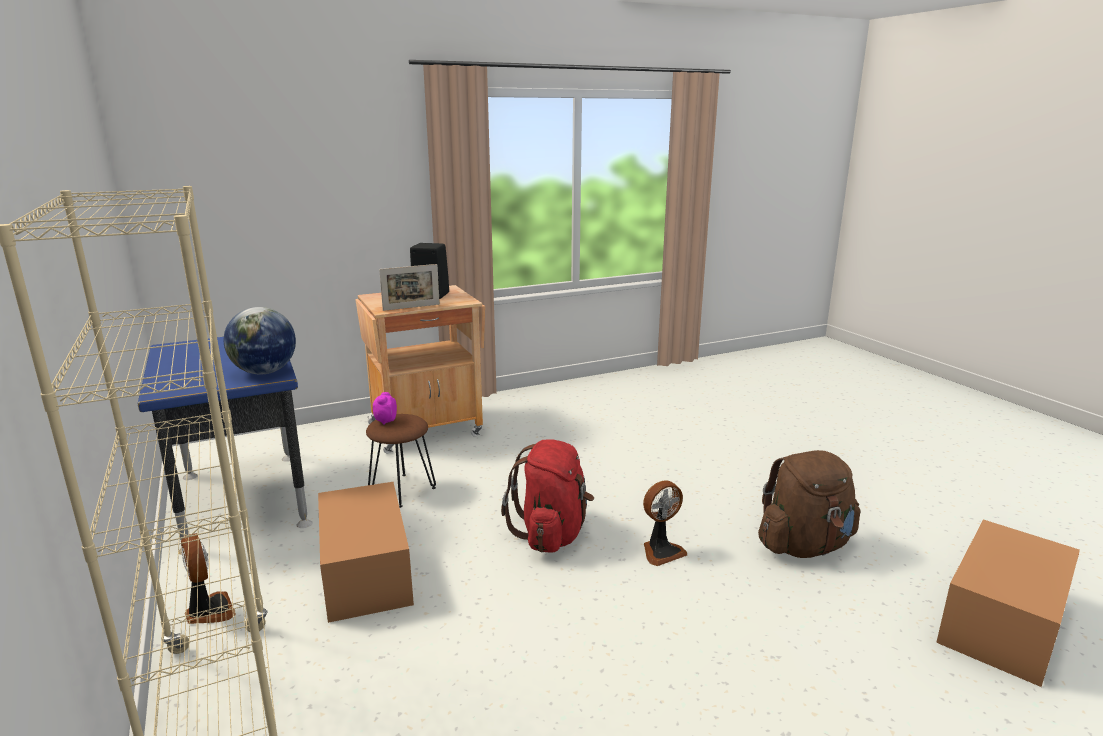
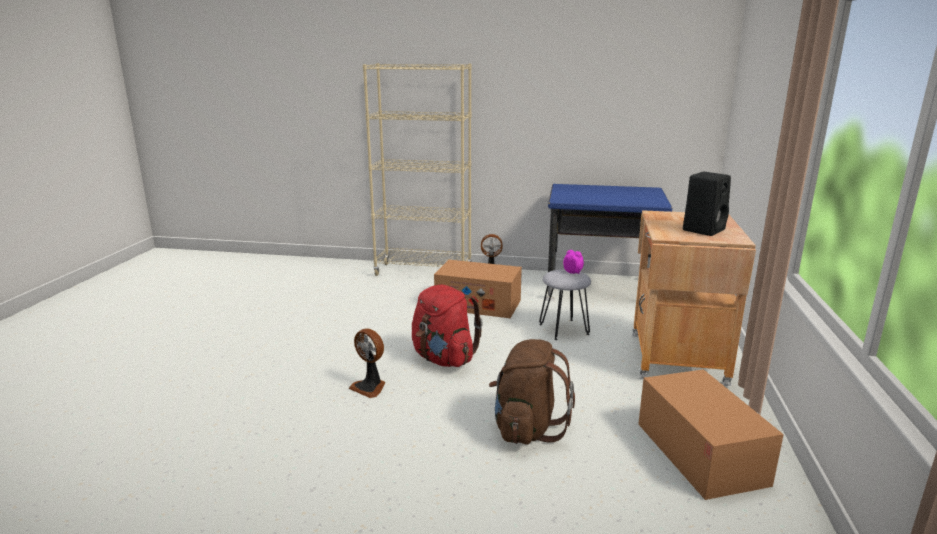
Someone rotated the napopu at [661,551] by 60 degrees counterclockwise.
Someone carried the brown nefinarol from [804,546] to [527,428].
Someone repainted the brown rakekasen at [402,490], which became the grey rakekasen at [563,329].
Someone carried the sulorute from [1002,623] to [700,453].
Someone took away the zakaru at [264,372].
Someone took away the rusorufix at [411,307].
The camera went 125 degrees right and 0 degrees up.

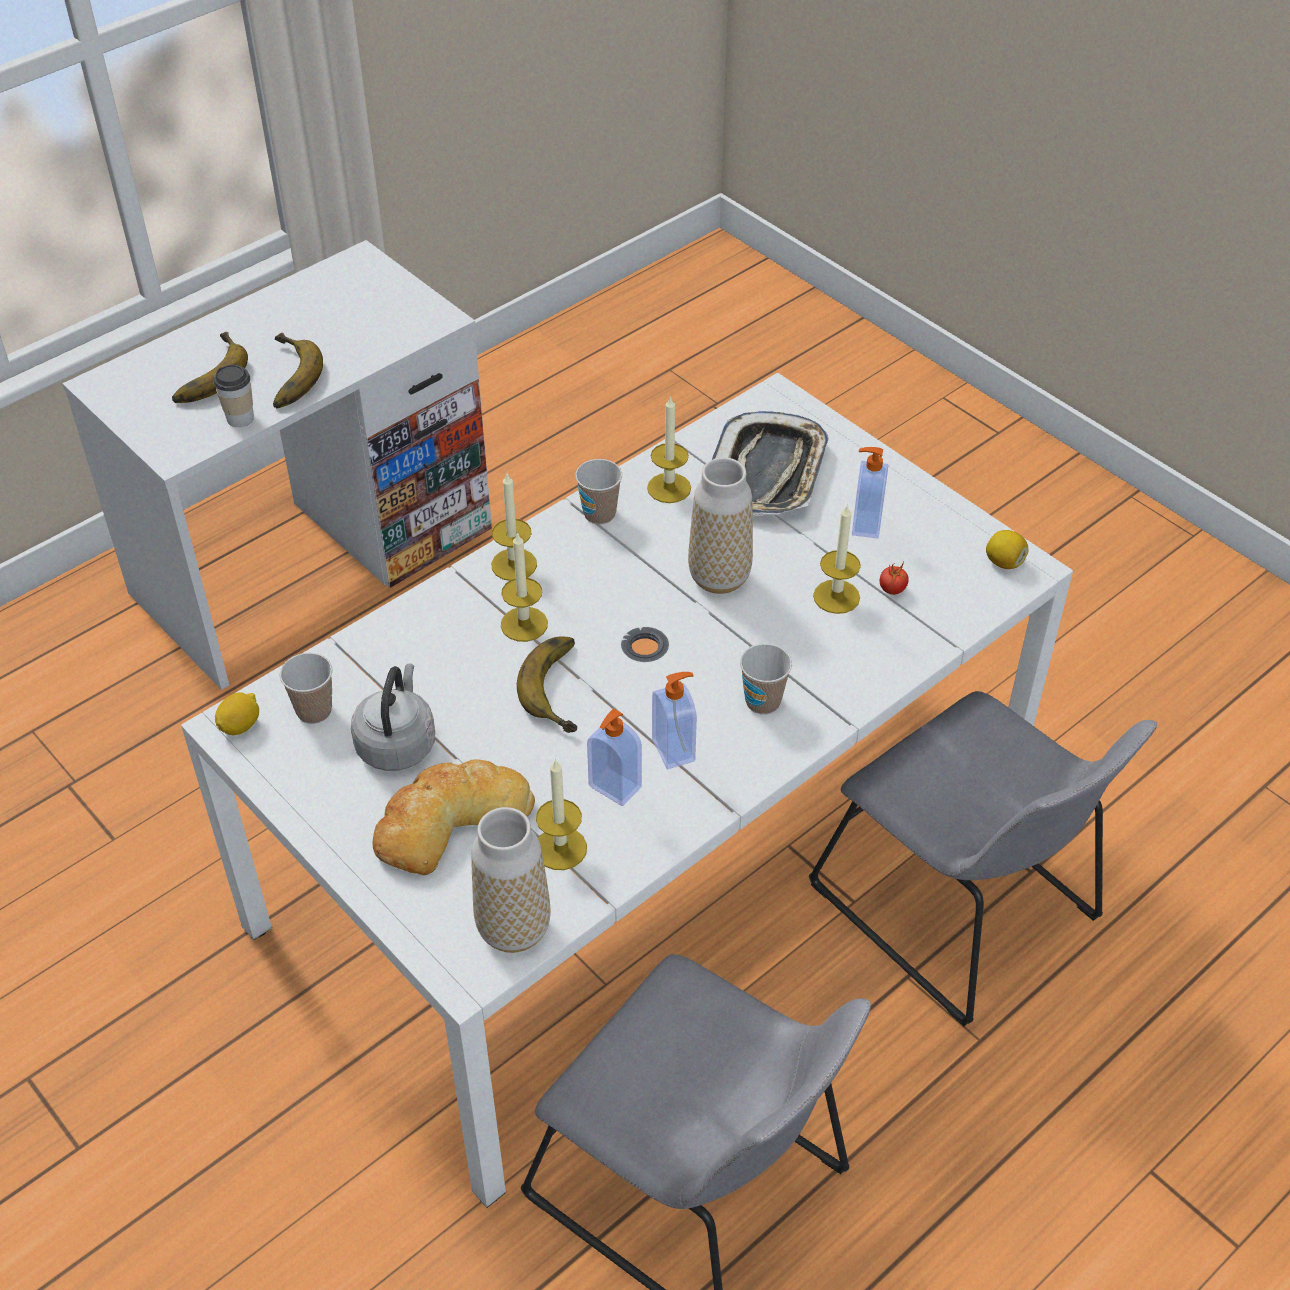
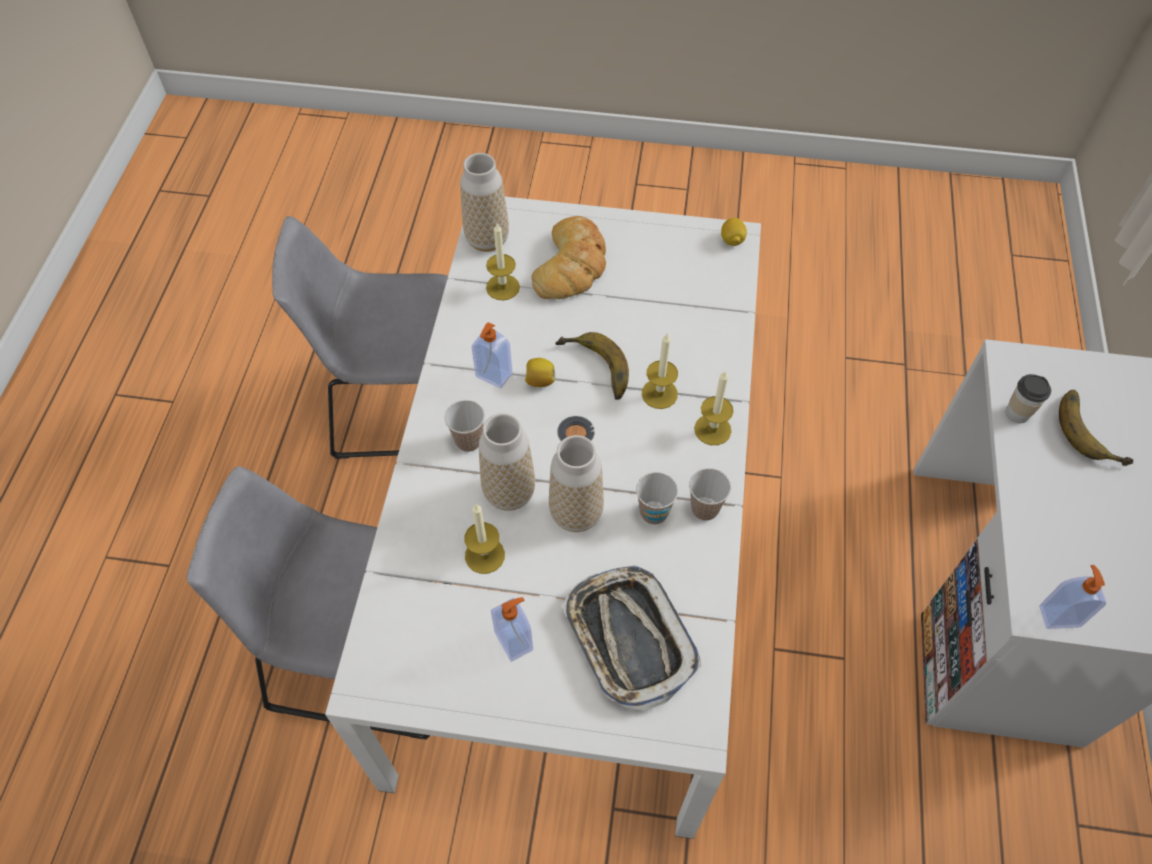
Someone put down the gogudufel at [509,493].
Someone carried the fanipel from [1004,562] to [539,380].
Someone carried the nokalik from [314,711] to [653,512].
Someone carried the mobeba from [614,788] to [1058,615].
Someone took away the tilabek at [285,377].
Someone took away the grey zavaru at [397,743].
Someone took away the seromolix at [669,488].
Someone took away the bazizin at [892,590].
The camera went 140 degrees right and 10 degrees up.

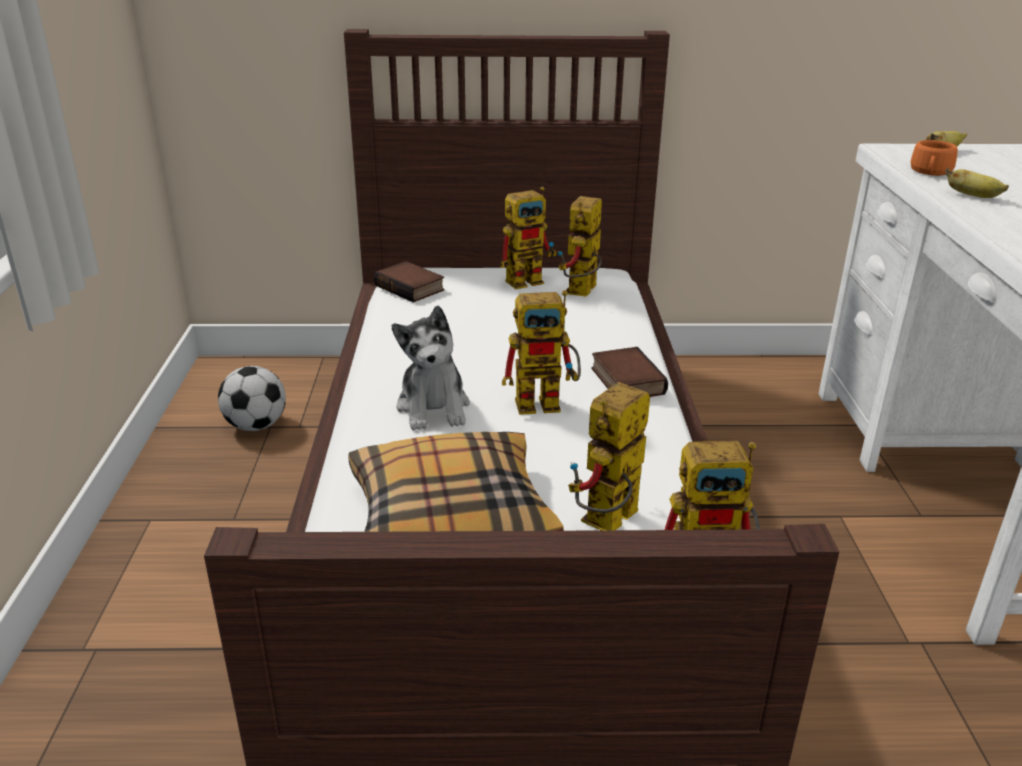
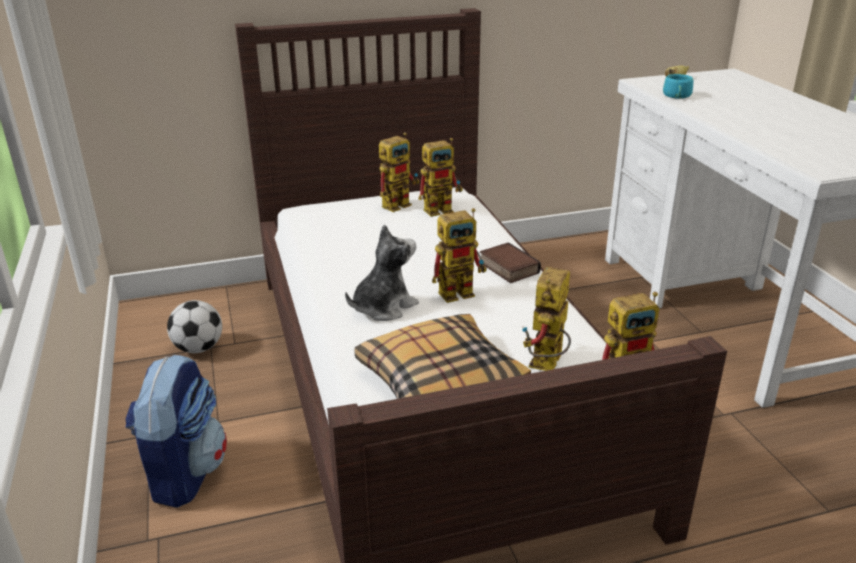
Someone put down the nefinarol at [184,473].
Someone rotated the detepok at [434,407] by 105 degrees counterclockwise.
Someone rotated the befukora at [582,293] by 120 degrees counterclockwise.
Someone repainted the orange nokalik at [930,172], which became the turquoise nokalik at [677,96].
Someone took away the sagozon at [411,288].
Someone took away the tilabek at [973,196].
The camera went 15 degrees left and 0 degrees up.

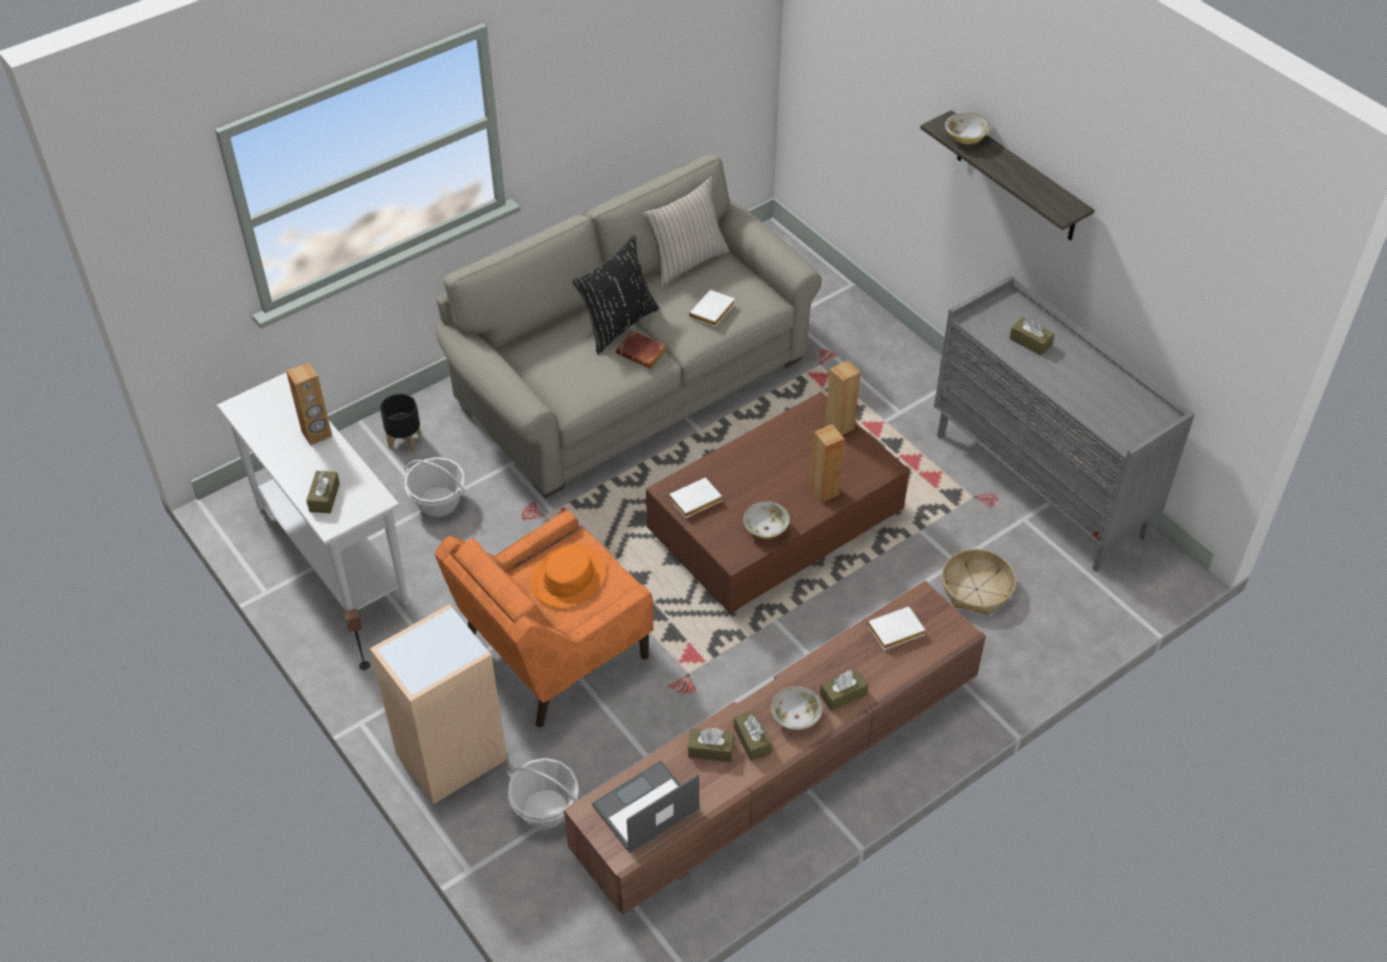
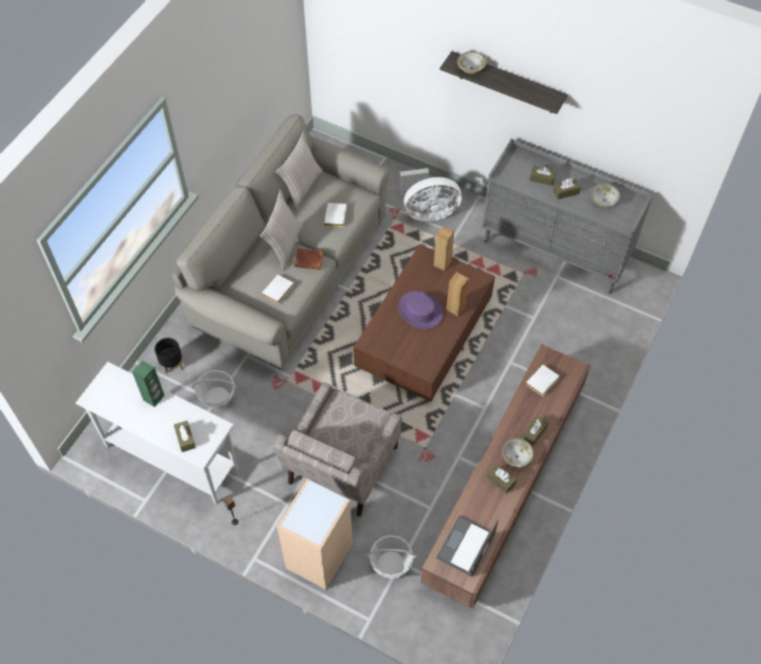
Someone repainted the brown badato at [317,434], which became the green badato at [154,398].
Someone repainted the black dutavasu at [617,325], which became the beige dutavasu at [283,246].
Someone carried the white sagozon from [695,502] to [278,292].
Someone repainted the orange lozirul at [554,652], which became the beige lozirul at [341,466].
Someone put down the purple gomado at [420,311].
Someone put down the white napopu at [427,212].
Someone carried the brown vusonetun from [711,750] to [566,192].
Someone carried the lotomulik from [766,529] to [603,201].
Someone took away the orange gomado at [568,577].
Someone took away the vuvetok at [976,589].
The camera went 25 degrees left and 10 degrees up.

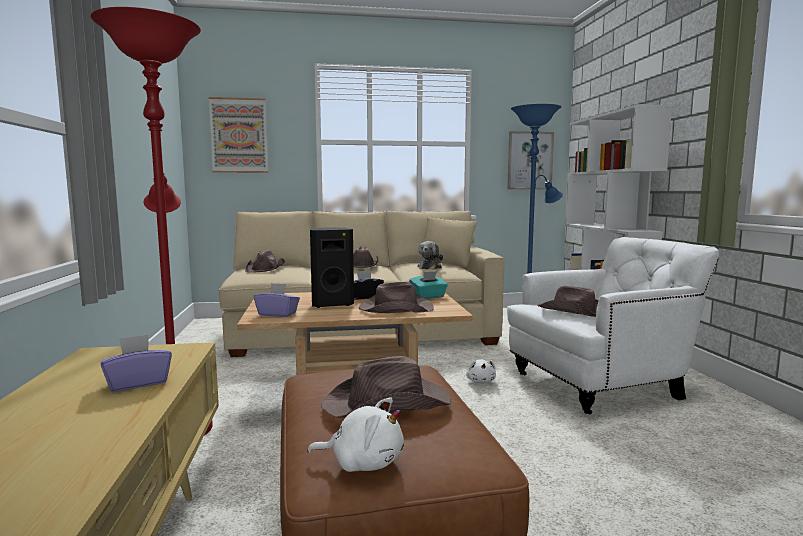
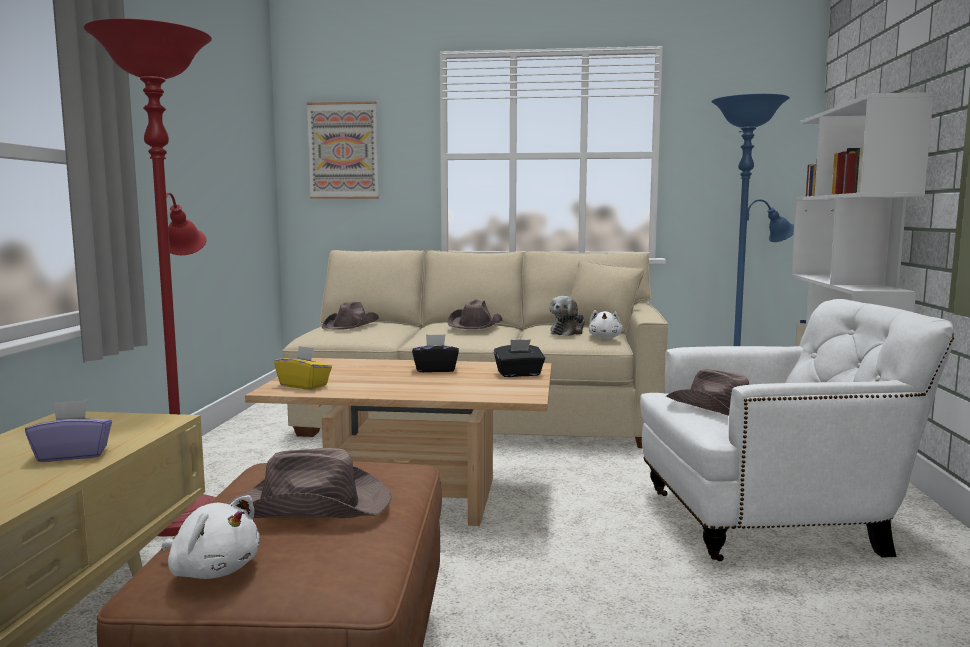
Someone repainted the purple vusonetun at [277,314], which became the yellow vusonetun at [304,385].
Someone repainted the turquoise vusonetun at [428,297], which became the black vusonetun at [519,374].
Someone carried the white detepok from [481,381] to [605,338].
Someone took away the black badato at [331,304].
Someone took away the brown gomado at [395,309].
Someone took away the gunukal at [530,161].
The camera went 15 degrees right and 0 degrees up.

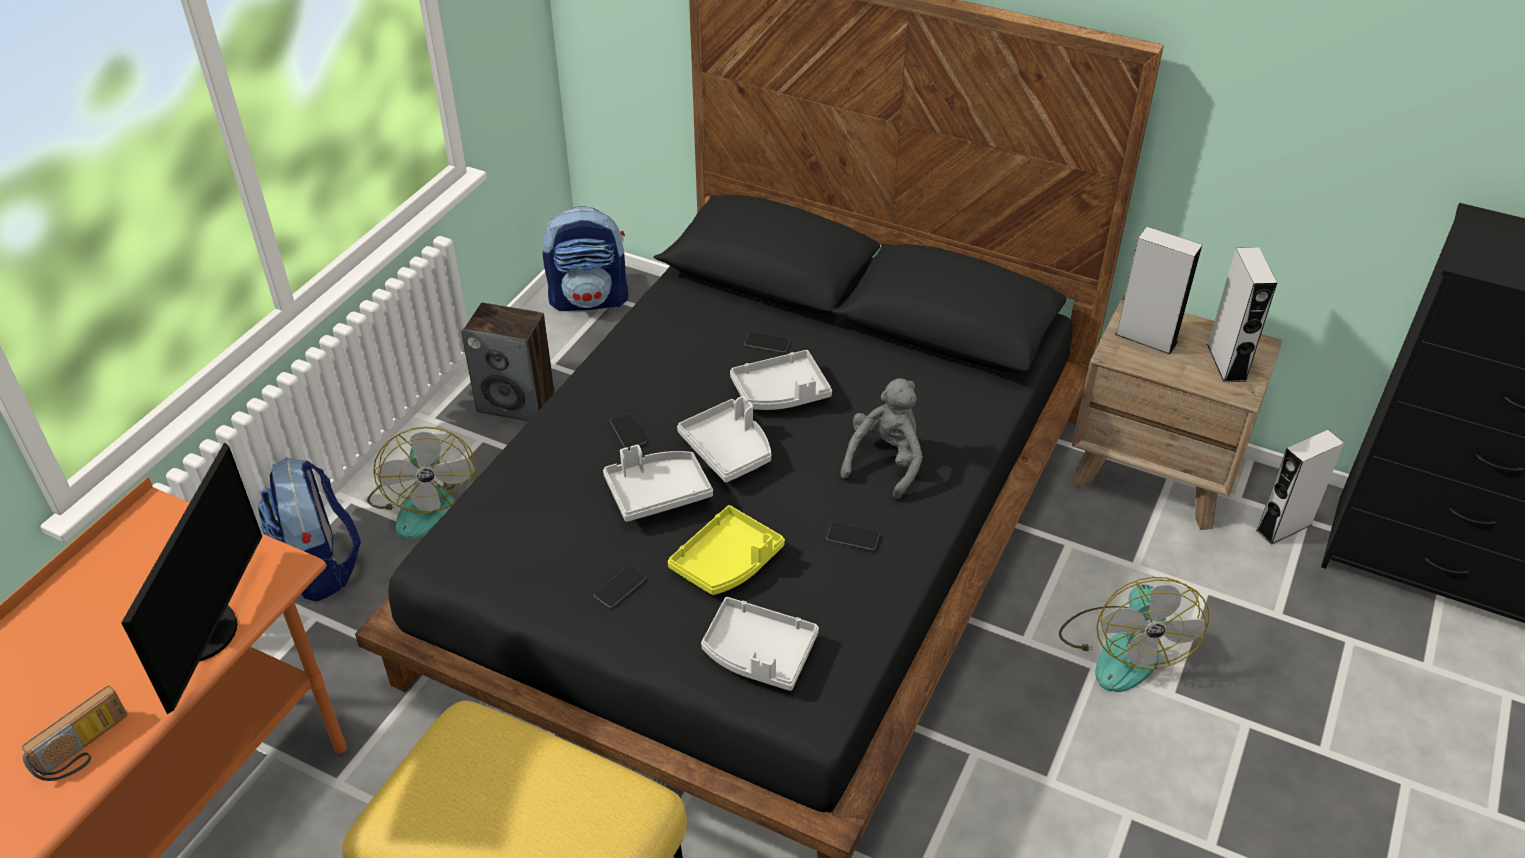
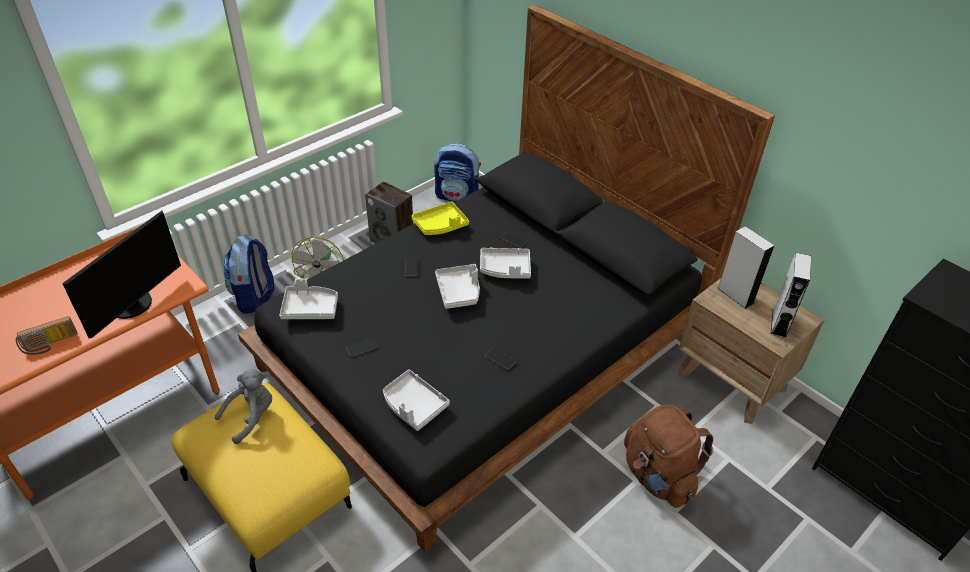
Someone carried the grey detepok from [885,462] to [251,416].
Someone carried the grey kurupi from [657,492] to [310,308].
Someone carried the yellow kurupi from [727,562] to [440,225].
Someone swapped the napopu at [1122,649] for the brown nefinarol at [658,476].
Someone took away the grey badato at [1284,527].
The camera went 20 degrees right and 0 degrees up.

